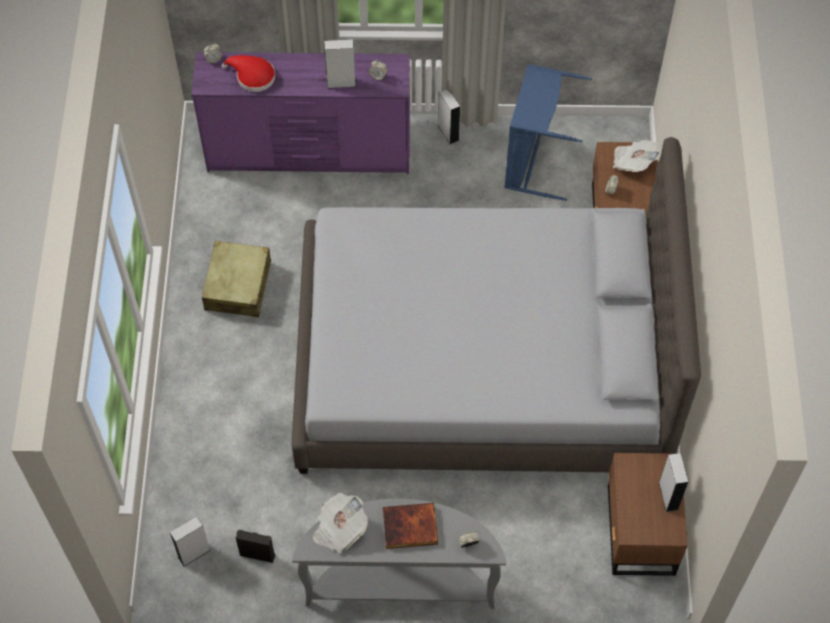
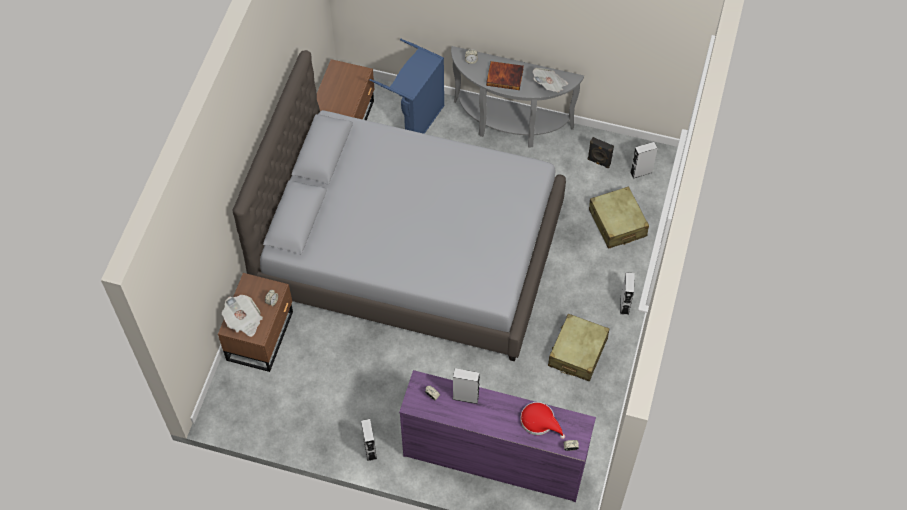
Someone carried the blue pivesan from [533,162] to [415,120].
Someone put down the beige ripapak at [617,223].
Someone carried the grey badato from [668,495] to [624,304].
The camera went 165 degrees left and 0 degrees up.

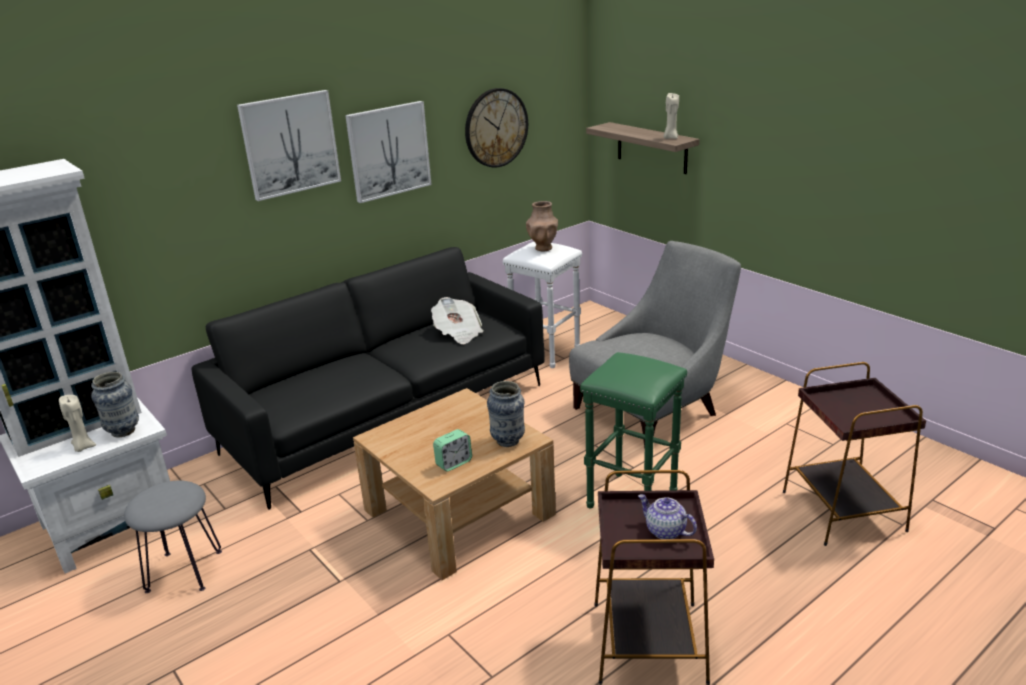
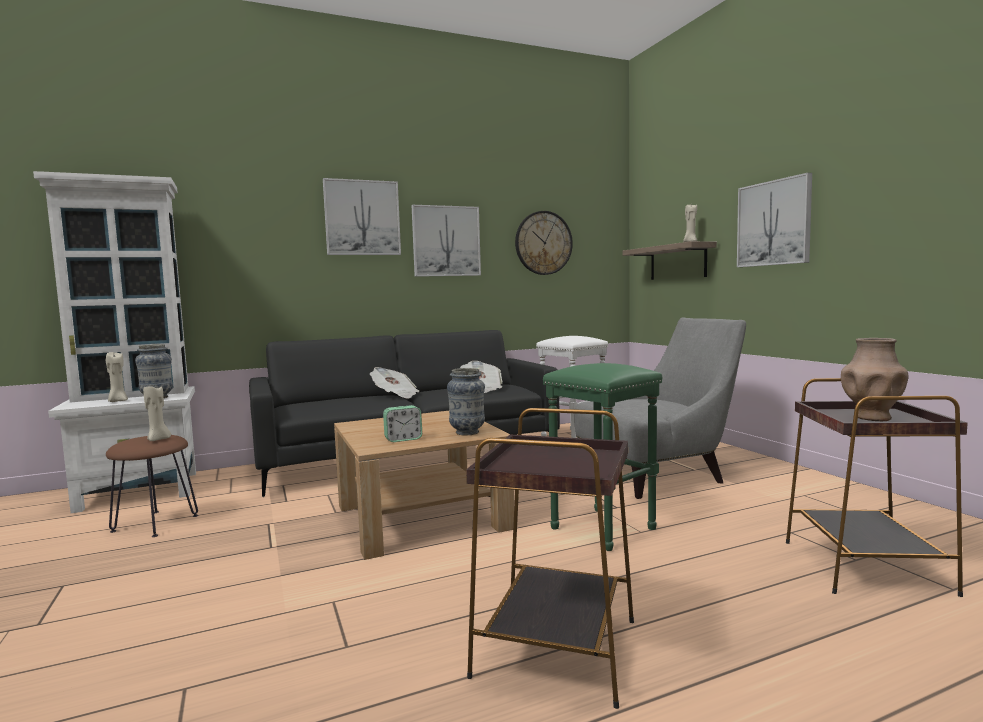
Someone repainted the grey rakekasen at [184,571], which became the brown rakekasen at [155,523].
Someone put down the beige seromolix at [158,439].
Someone put down the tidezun at [395,395].
Someone put up the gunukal at [774,223].
Someone carried the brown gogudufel from [543,248] to [872,418].
Someone took away the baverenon at [665,531].
The camera went 15 degrees right and 20 degrees down.

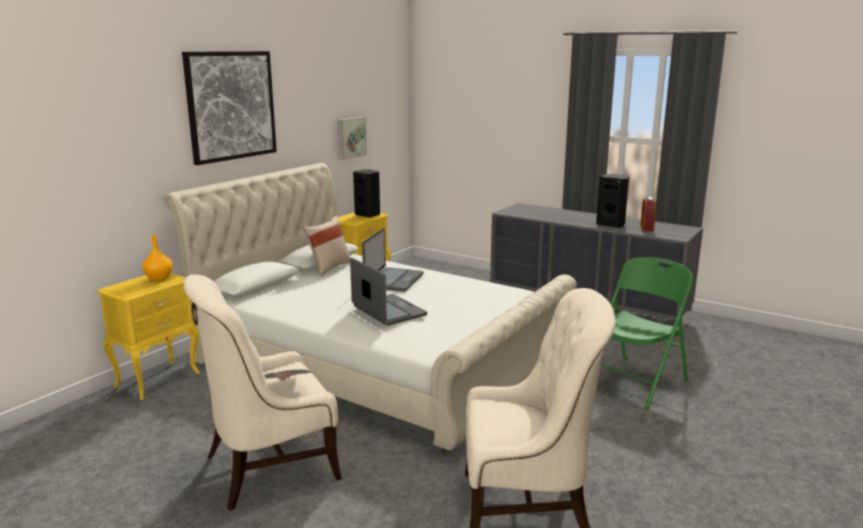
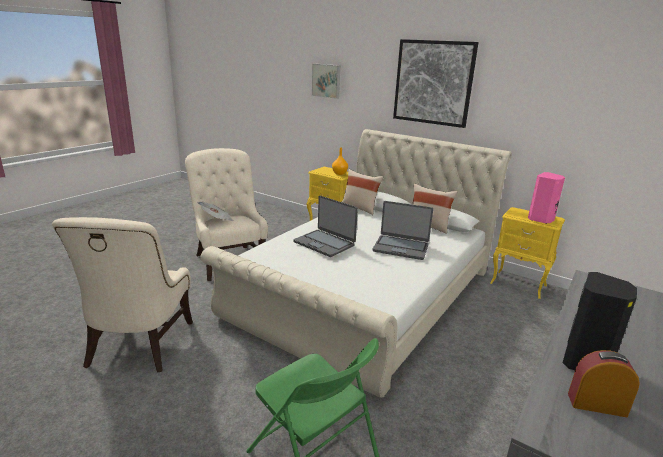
Someone rotated the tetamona at [388,311] by 75 degrees clockwise.
Someone carried the gunukal from [350,137] to [326,80].
Someone put down the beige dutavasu at [360,208].
Someone repainted the black badato at [368,215], which became the pink badato at [541,219].
The camera went 90 degrees right and 5 degrees up.

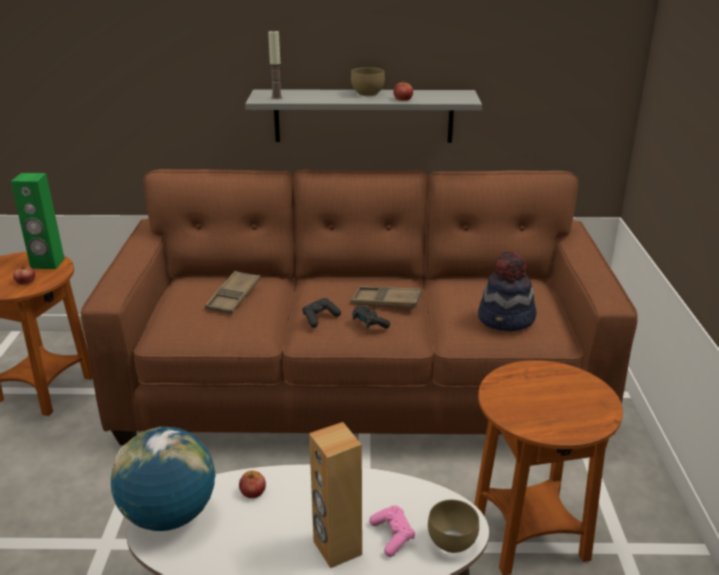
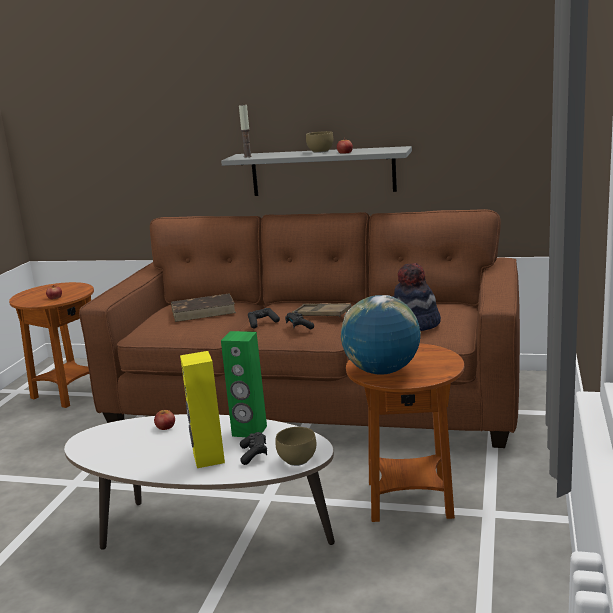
Someone swapped the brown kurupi at [234,297] for the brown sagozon at [204,311].
Someone repainted the brown badato at [336,548], which became the yellow badato at [208,458].
Someone carried the green badato from [47,263] to [249,431].
Someone repainted the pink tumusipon at [392,536], which became the black tumusipon at [254,454].
Someone carried the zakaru from [169,516] to [382,371].
The camera went 15 degrees right and 10 degrees down.

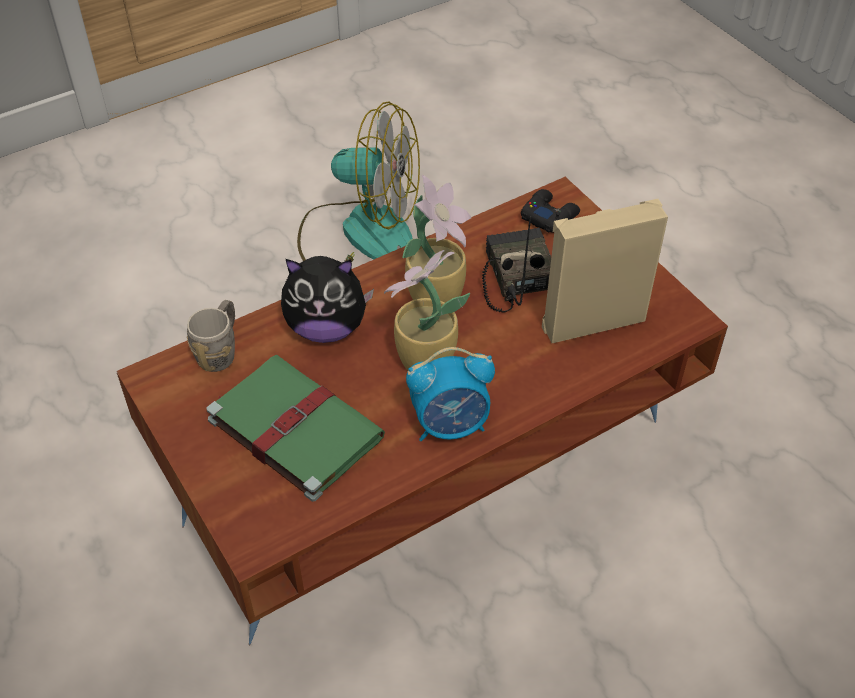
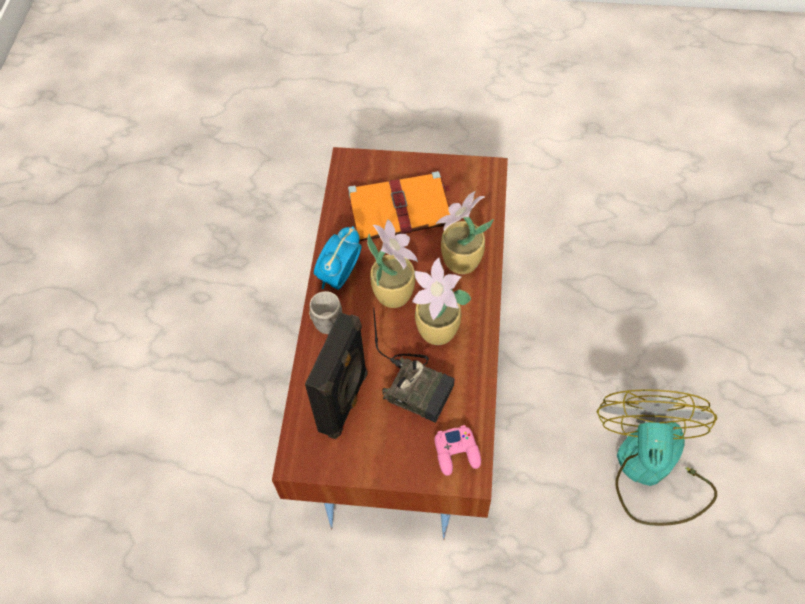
Someone repainted the beige badato at [592,321], which became the black badato at [345,402].
Someone carried the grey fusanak from [220,351] to [331,328].
Someone repainted the green sagozon at [292,427], which became the orange sagozon at [401,209].
Someone repainted the black tumusipon at [549,216], which became the pink tumusipon at [457,453].
Someone swapped the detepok at [327,328] for the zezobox at [460,262].
Someone rotated the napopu at [360,233] by 135 degrees clockwise.
The camera went 130 degrees right and 10 degrees up.

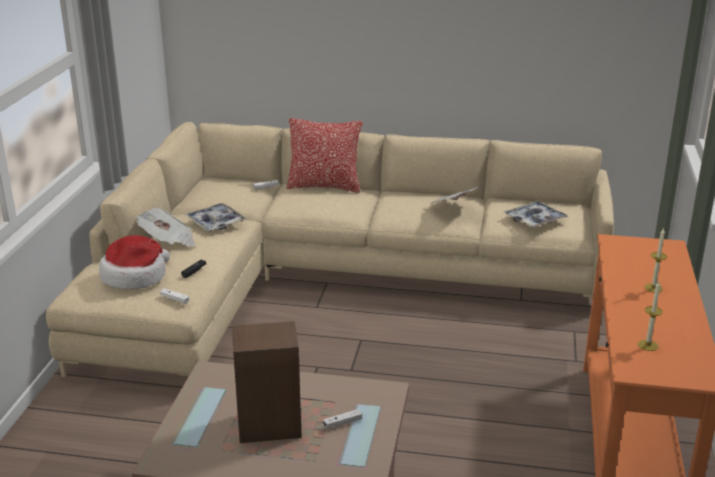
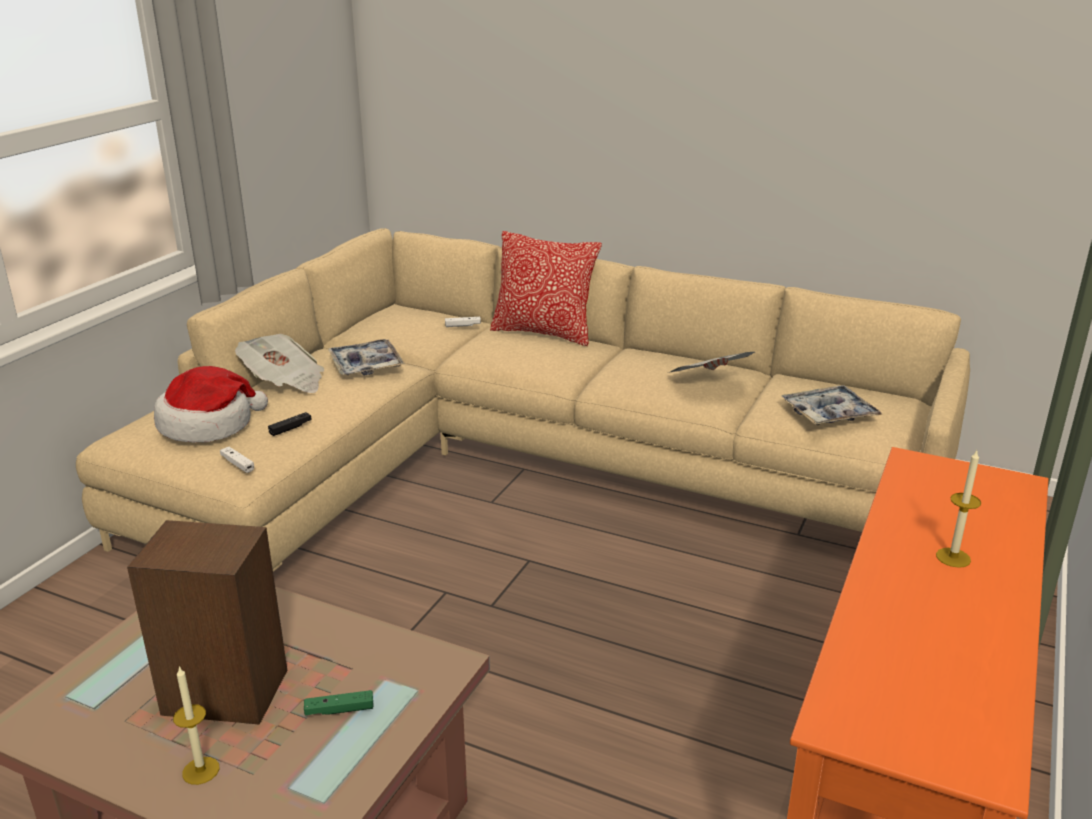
Someone carried the seromolix from [647,345] to [201,770].
Someone repainted the white tumusipon at [342,423], which became the green tumusipon at [339,710].
The camera went 15 degrees right and 0 degrees up.

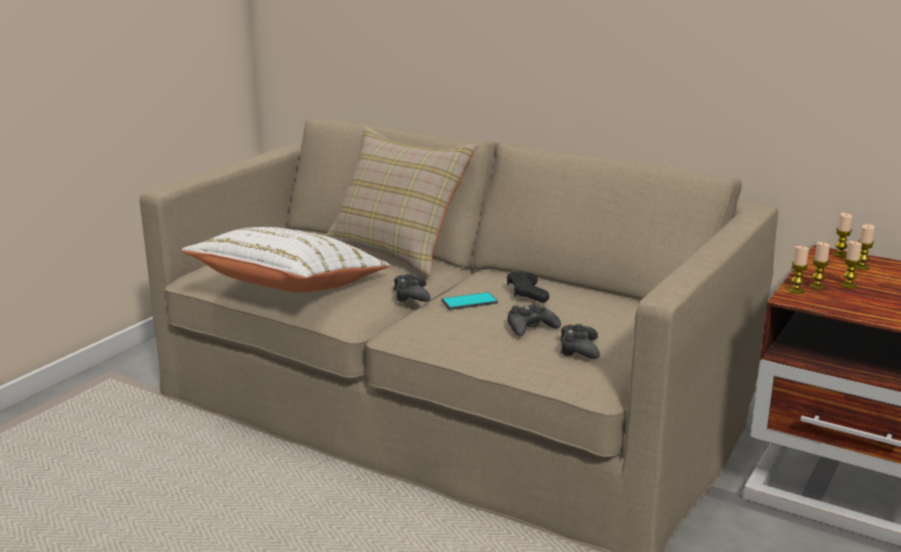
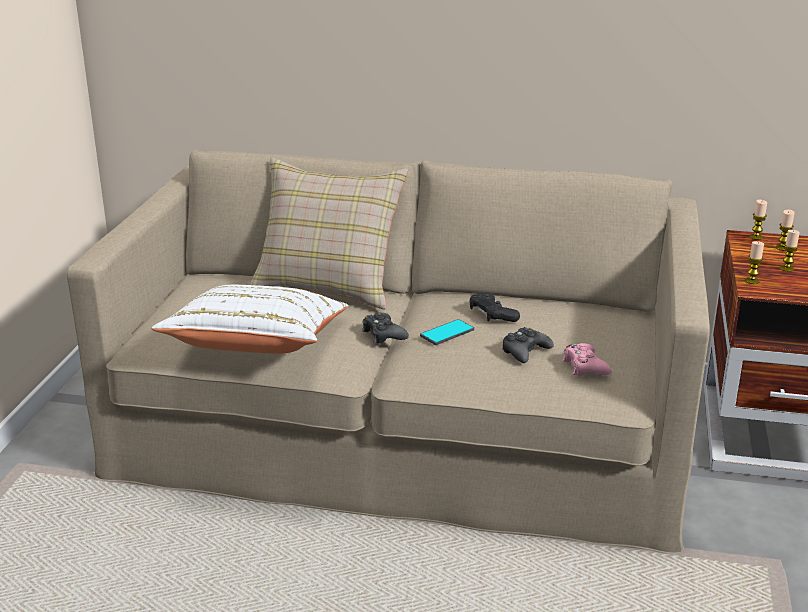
Someone repainted the black tumusipon at [578,349], which became the pink tumusipon at [584,367].
Someone took away the seromolix at [817,286].
The camera went 20 degrees left and 5 degrees up.

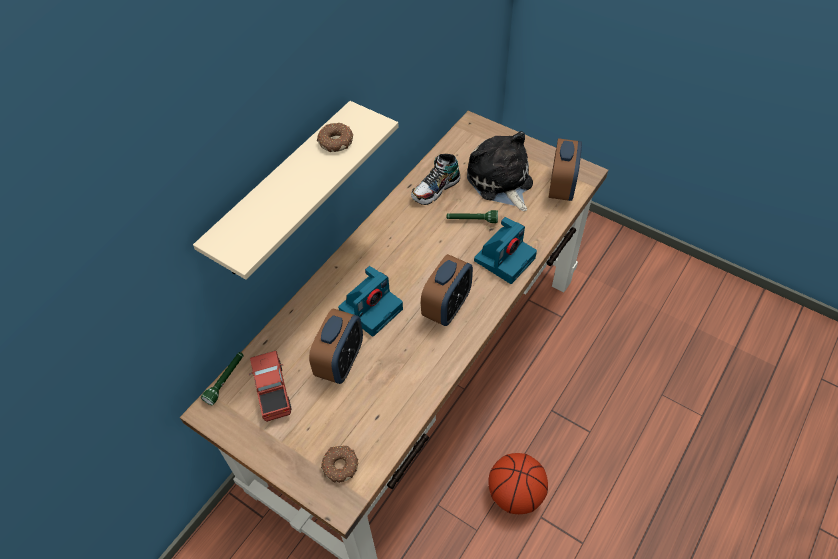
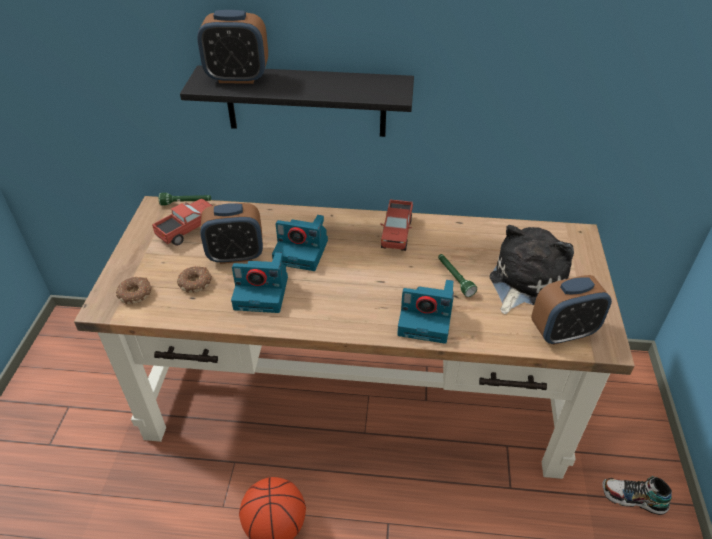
Someone carried the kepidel from [335,141] to [196,283].
Someone repainted the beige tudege at [283,192], which became the black tudege at [306,101].
Someone carried the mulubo from [447,307] to [237,78].
Someone put down the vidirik at [263,292].
Someone put down the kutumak at [396,233].
Someone carried the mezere from [436,189] to [633,499].
The camera went 60 degrees right and 10 degrees down.

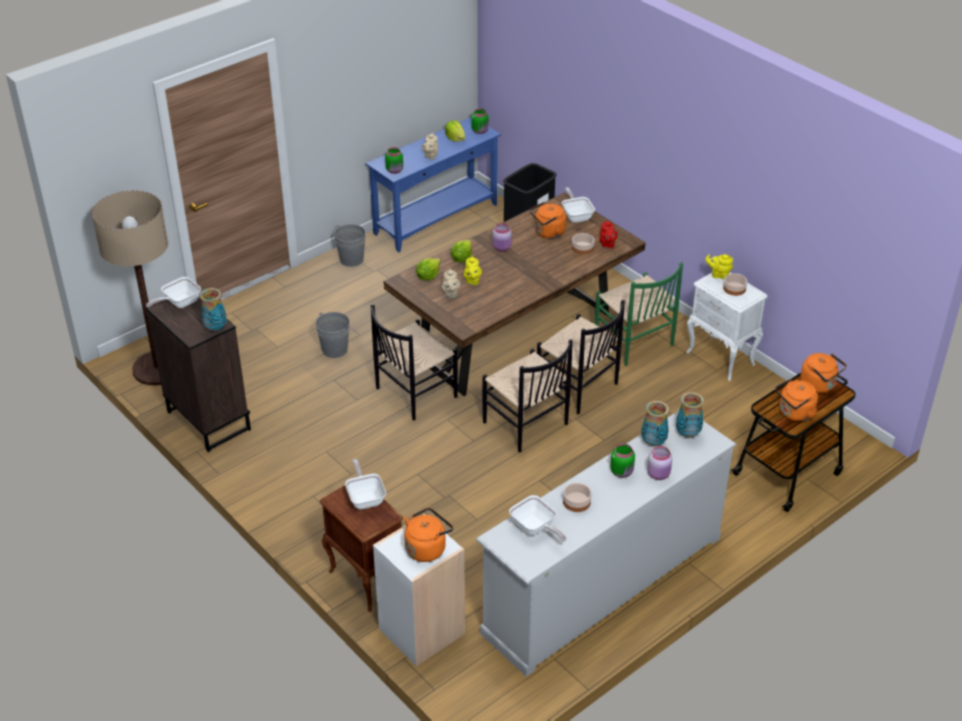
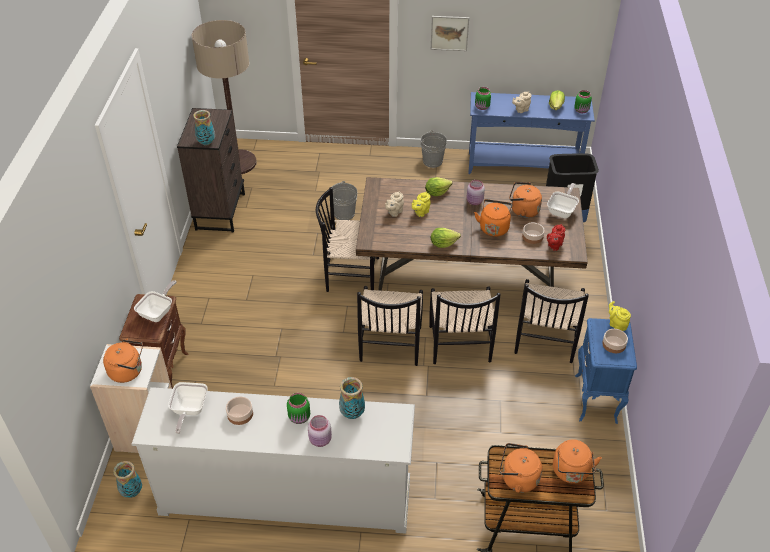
Someone carried the gogudufel from [688,434] to [132,492].
Someone put up the gunukal at [449,33].
Someone carried the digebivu from [428,276] to [443,243].
Someone put down the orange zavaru at [493,227].
Someone repainted the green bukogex at [635,343], which became the black bukogex at [544,342].
Someone repainted the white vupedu at [721,358], which became the blue vupedu at [596,399].
Someone took away the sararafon at [179,303].
The camera went 45 degrees right and 5 degrees up.

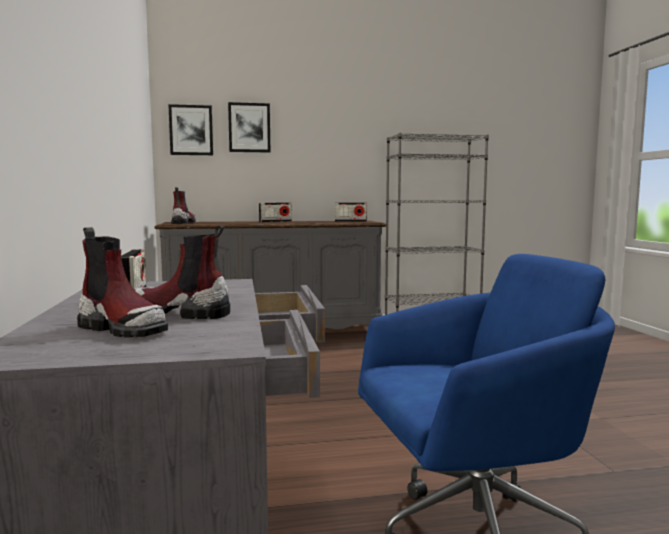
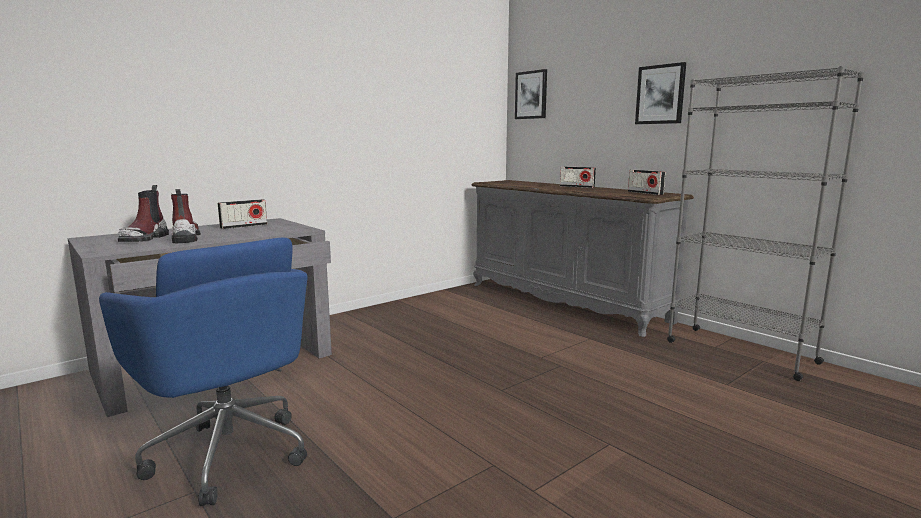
Someone carried the gunukal from [249,127] to [660,94].
Someone took away the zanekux at [183,223].
The camera went 60 degrees right and 5 degrees up.

